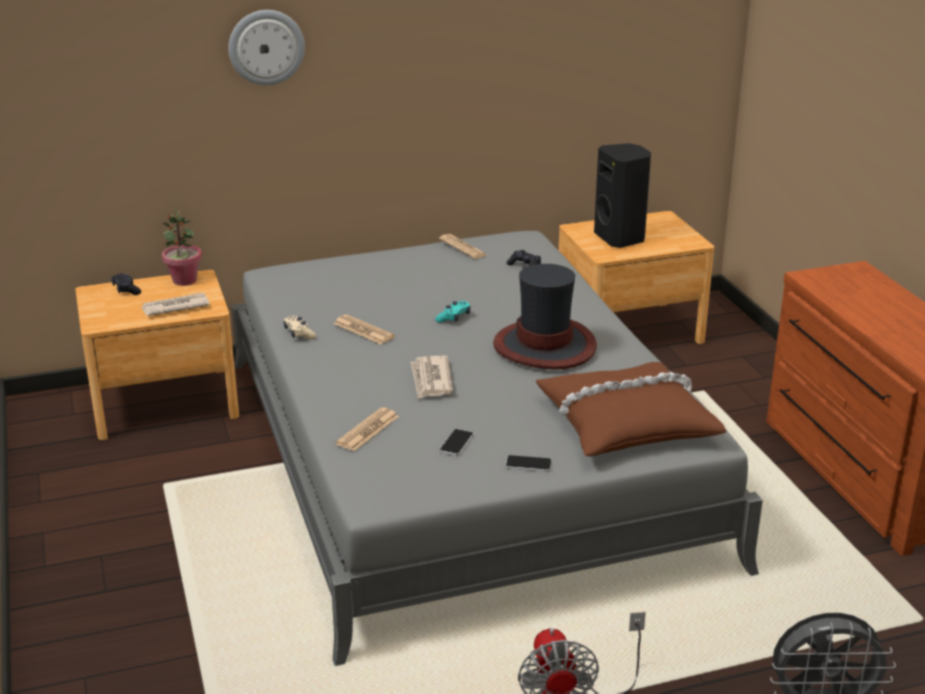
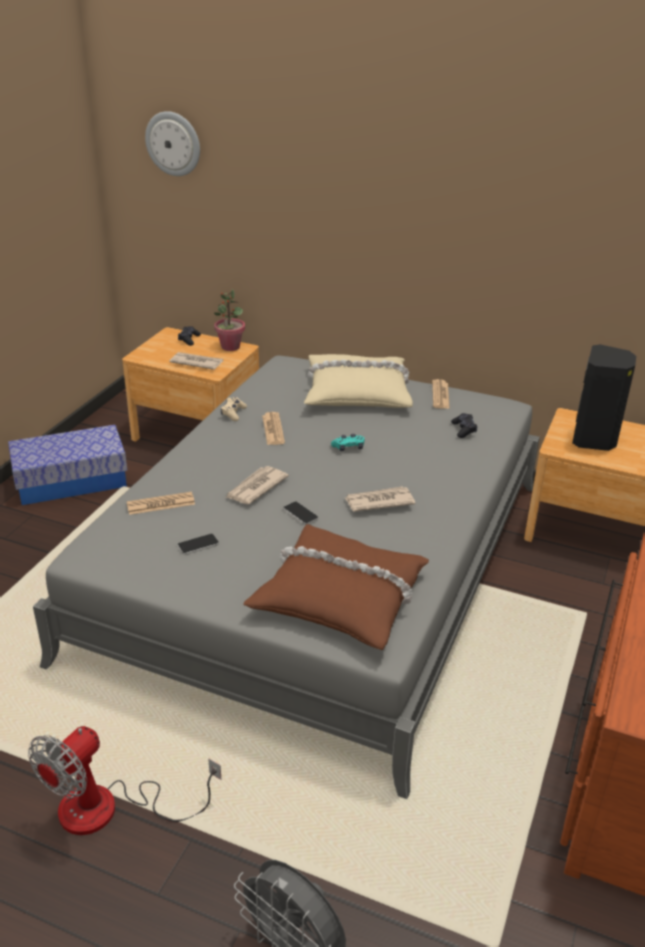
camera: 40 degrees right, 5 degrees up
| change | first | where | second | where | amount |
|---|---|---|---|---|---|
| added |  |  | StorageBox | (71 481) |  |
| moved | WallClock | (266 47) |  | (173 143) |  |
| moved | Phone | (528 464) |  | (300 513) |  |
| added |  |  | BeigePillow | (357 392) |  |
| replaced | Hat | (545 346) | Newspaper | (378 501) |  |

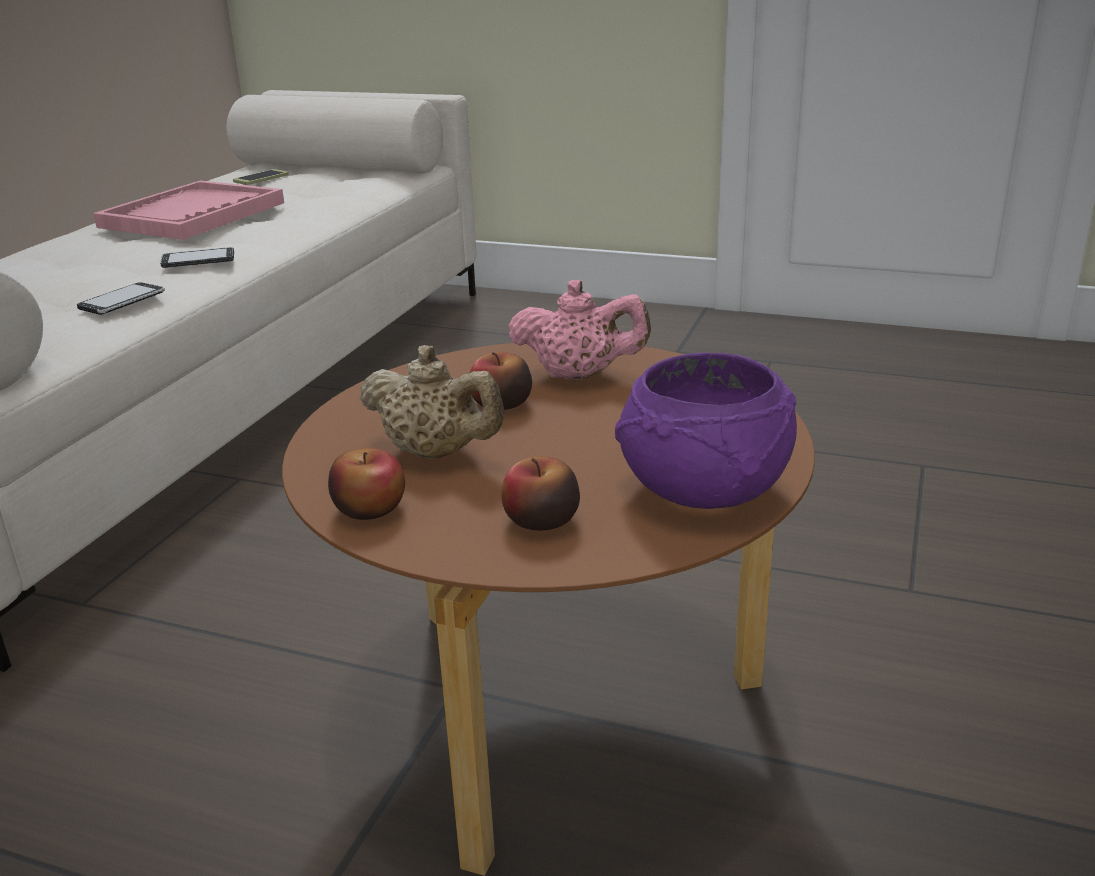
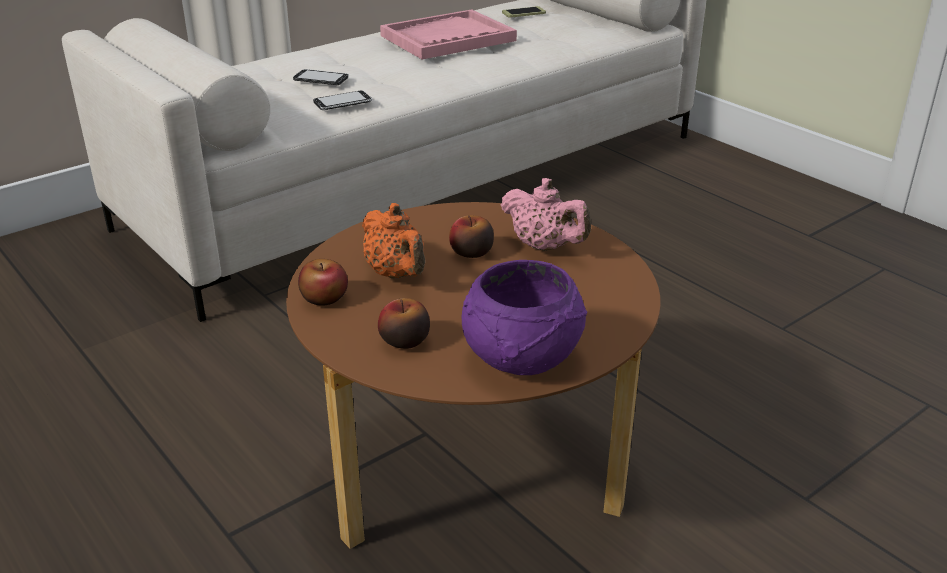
camera: 30 degrees right, 5 degrees up
| change | first | where | second | where | amount |
|---|---|---|---|---|---|
| moved | Phone | (198 260) |  | (321 79) |  |
| recoloured | BeigeTeapot | (436 453) | OrangeTeapot | (397 274) |  |

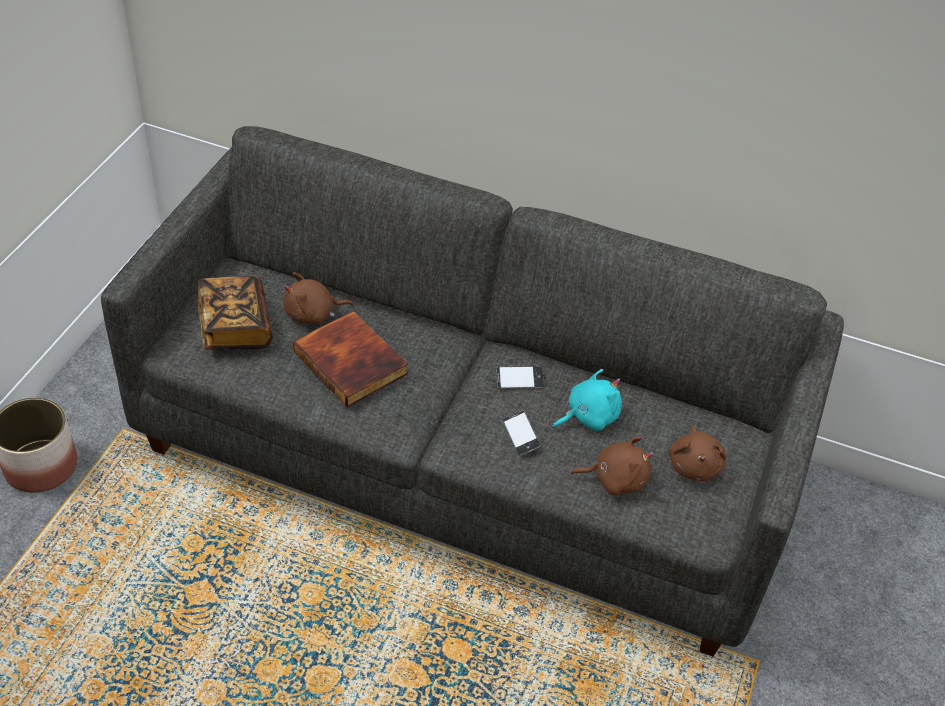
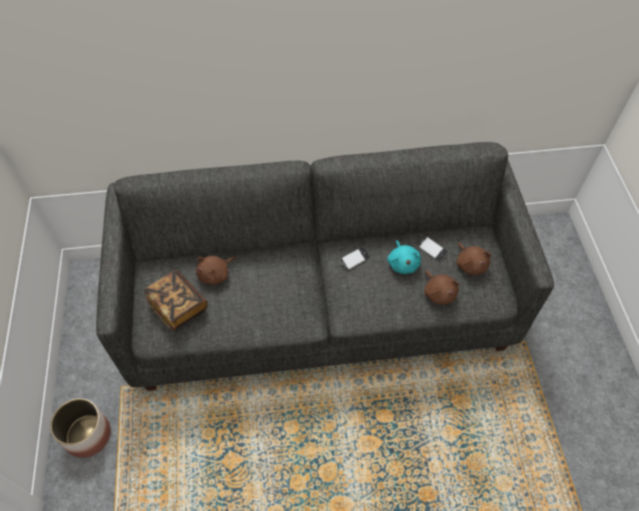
camera: 25 degrees left, 10 degrees up
| change | first | where | second | where | amount |
|---|---|---|---|---|---|
| turned | TurquoisePlushToy | (588 416) |  | (403 263) | 135 degrees clockwise |
| moved | Phone | (521 436) |  | (432 250) |  |
| turned | BrownPlushToy | (615 478) |  | (439 293) | 90 degrees clockwise |
| removed | Book | (352 362) |  |  |  |

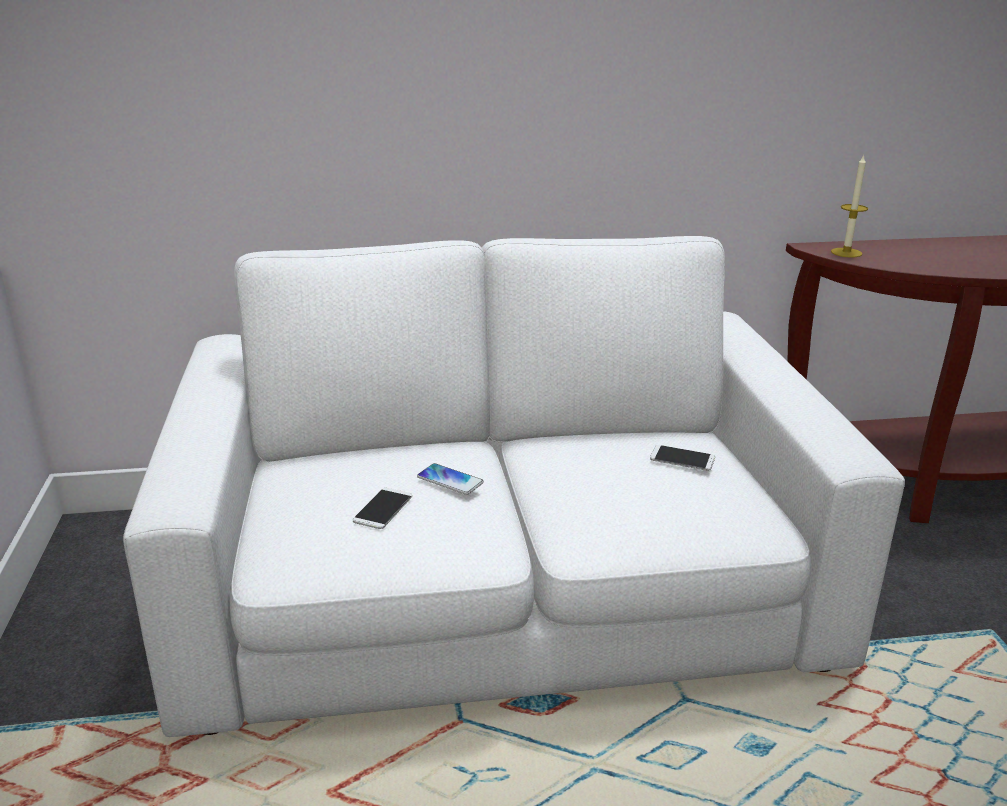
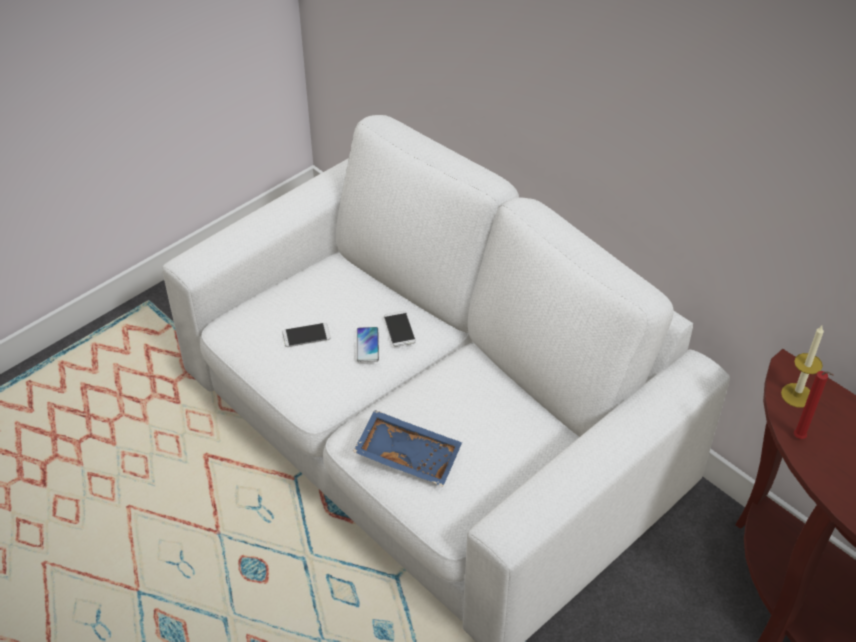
camera: 55 degrees right, 20 degrees up
| change | first | where | second | where | amount |
|---|---|---|---|---|---|
| added |  |  | BlueTray | (409 454) |  |
| moved | Phone | (682 459) |  | (399 329) |  |
| added |  |  | RedCandle | (800 439) |  |

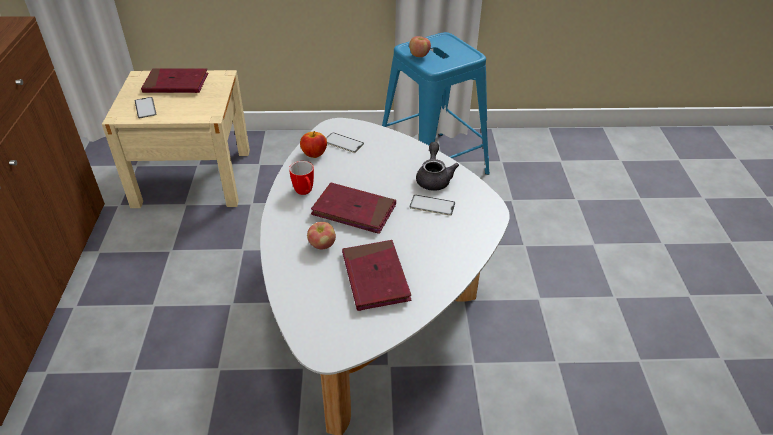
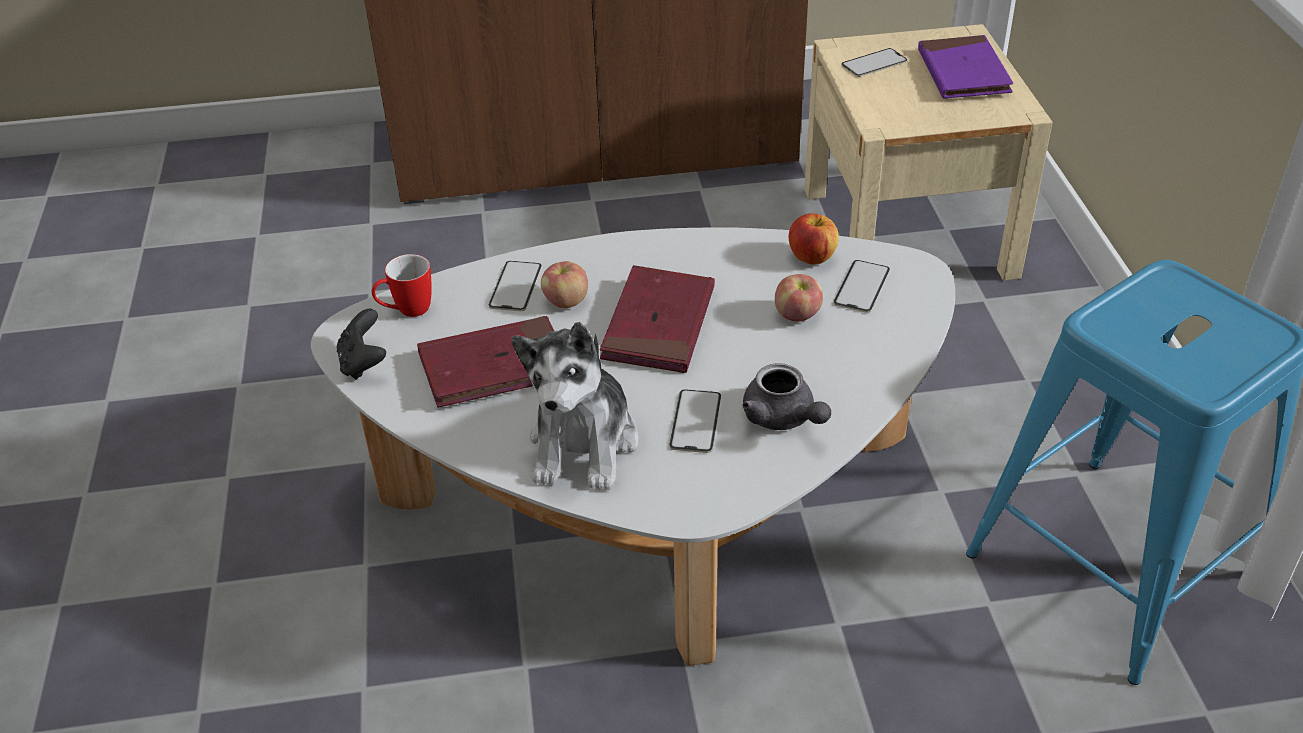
camera: 85 degrees right, 0 degrees up
| change | first | where | second | where | amount |
|---|---|---|---|---|---|
| added |  |  | BlackGameController | (364 363) |  |
| moved | Mug | (305 193) |  | (406 311) |  |
| added |  |  | Phone | (515 286) |  |
| added |  |  | PlushToy | (584 444) |  |
| turned | GreyTeapot | (434 178) |  | (783 418) | 60 degrees clockwise |
| moved | Apple | (419 55) |  | (797 315) |  |
| recoloured | RedBook | (176 84) | PurpleBook | (963 73) |  |

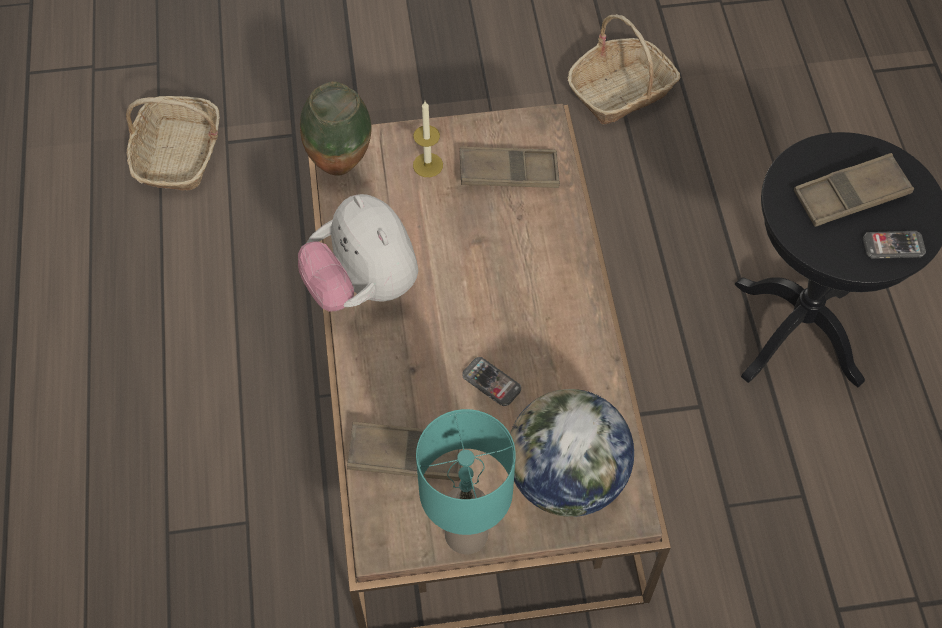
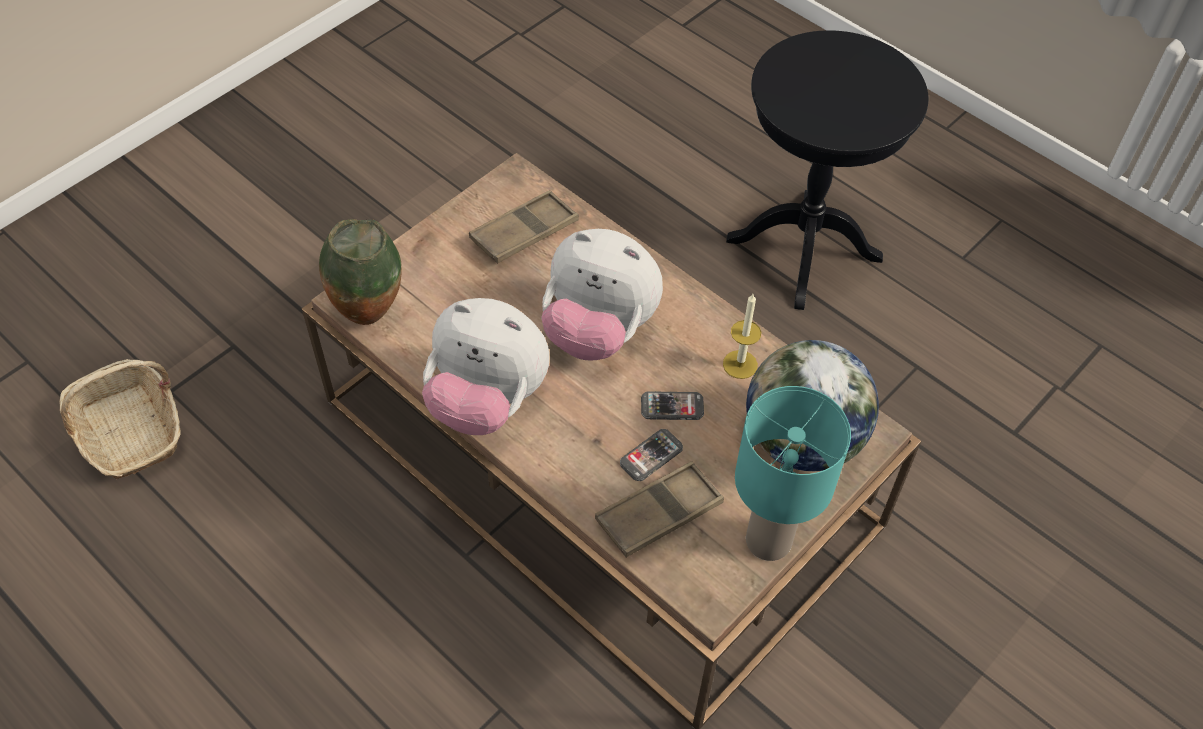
camera: 40 degrees left, 5 degrees down
| change | first | where | second | where | amount |
|---|---|---|---|---|---|
| added |  |  | PlushToy | (598 330) |  |
| moved | Phone | (893 246) |  | (651 456) |  |
| moved | Candle | (428 165) |  | (740 364) |  |
| removed | Basket | (621 92) |  |  |  |
| removed | BrownTray | (850 195) |  |  |  |

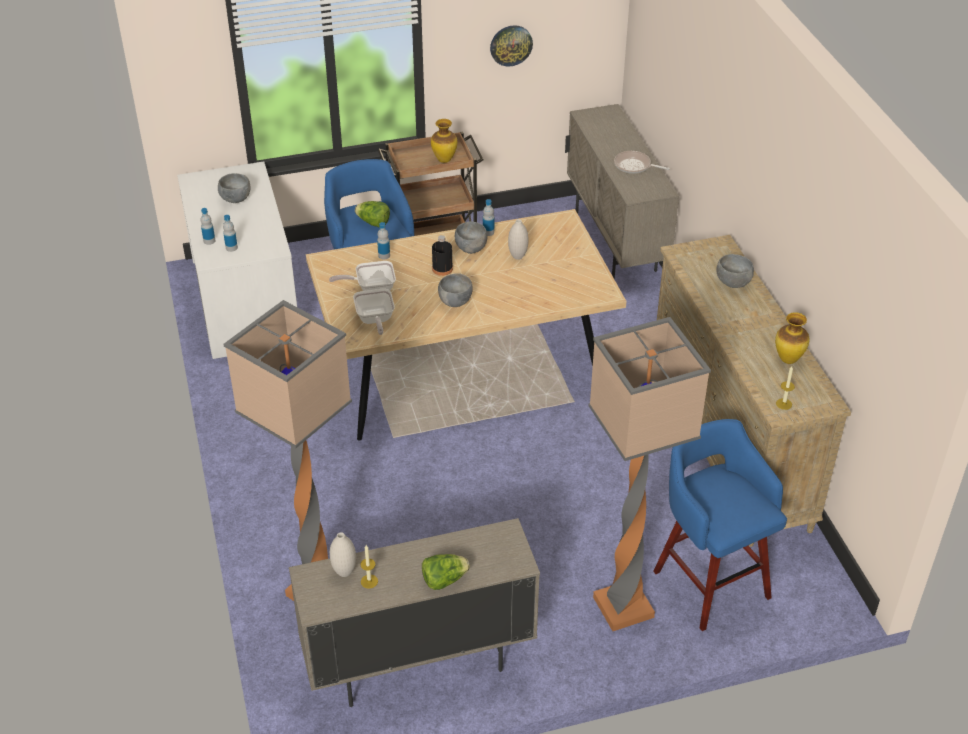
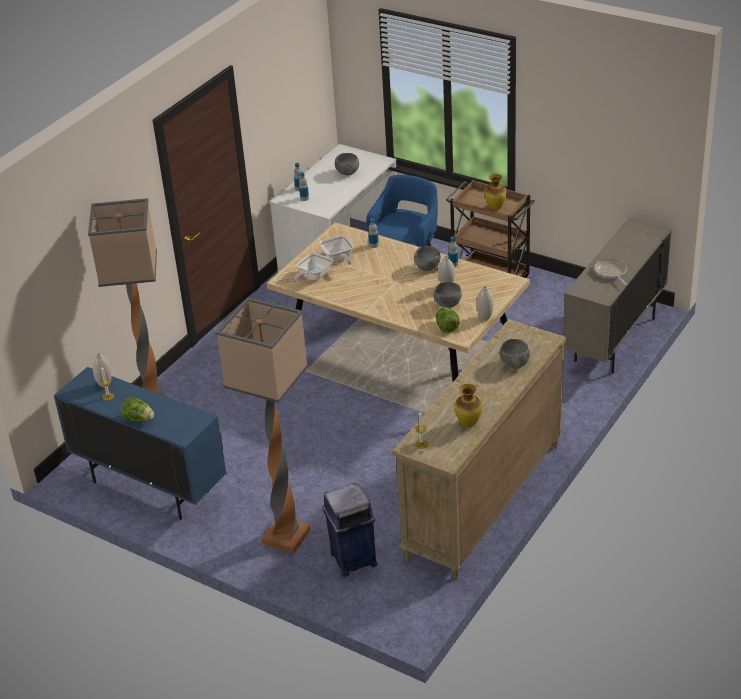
camera: 50 degrees right, 5 degrees down
| change | first | where | second | where | amount |
|---|---|---|---|---|---|
| recoloured | BeigeCabinet | (418 664) | BlueCabinet | (150 487) |  |
| turned | FryingPan | (371 288) |  | (338 259) | 150 degrees counterclockwise |
| replaced | BlueStool | (709 581) | BlueTrashCan | (352 559) |  |
| moved | GreyBowl | (455 302) |  | (447 304) |  |
| moved | Lettuce | (373 223) |  | (446 327) |  |
| added |  |  | WhiteVase | (485 317) |  |
| removed | BlackBottle | (442 269) |  |  |  |
| removed | WallClock | (511 45) |  |  |  |

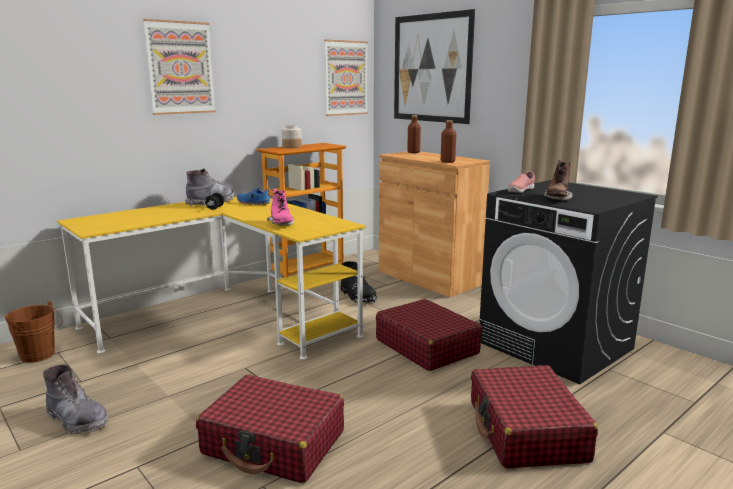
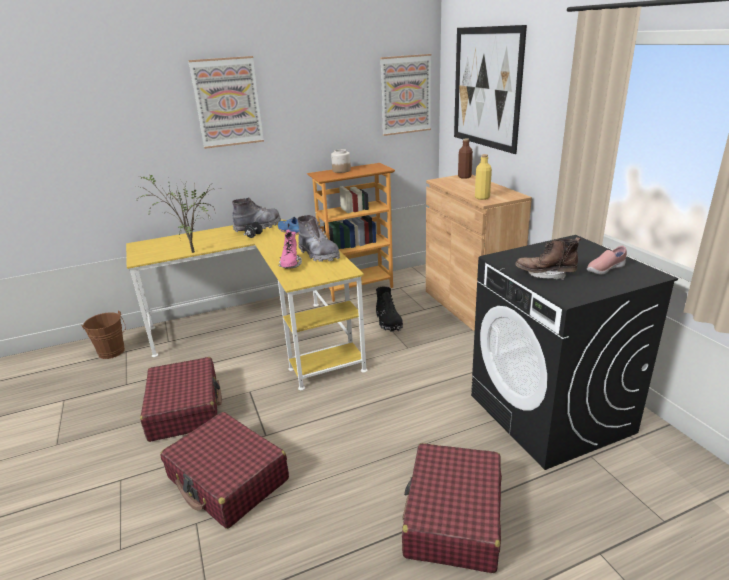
camera: 20 degrees right, 10 degrees up
| change | first | where | second | where | amount |
|---|---|---|---|---|---|
| added |  |  | PottedPlant | (190 253) |  |
| moved | RedSuitcase | (426 346) |  | (185 408) |  |
| moved | GreyBoot | (77 420) |  | (318 254) |  |
| recoloured | BrownBottle | (447 162) | YellowBottle | (482 198) |  |
| turned | BrownBoot | (557 199) |  | (545 274) | 60 degrees clockwise |
| moved | PinkShoe | (520 191) |  | (604 270) |  |

